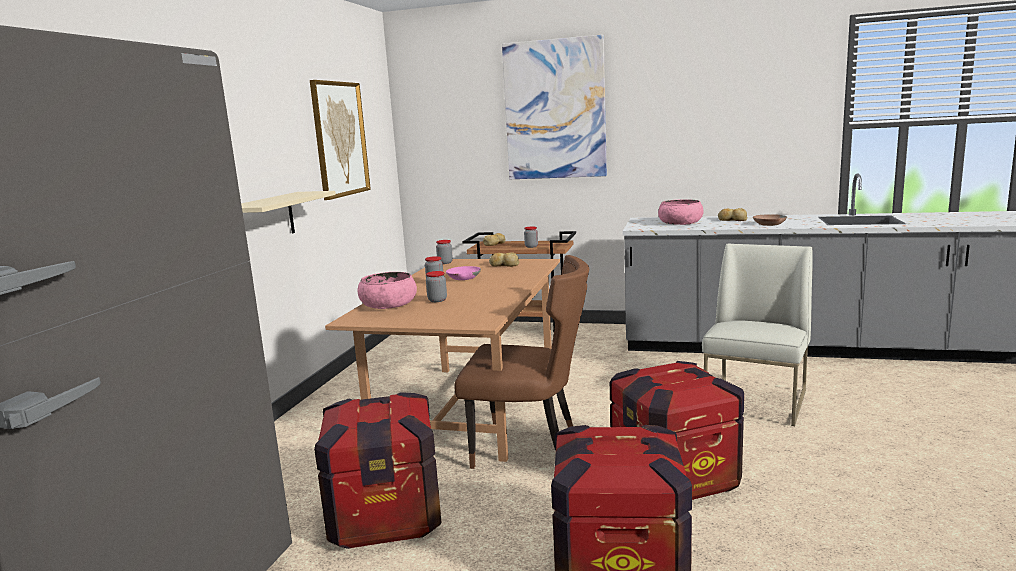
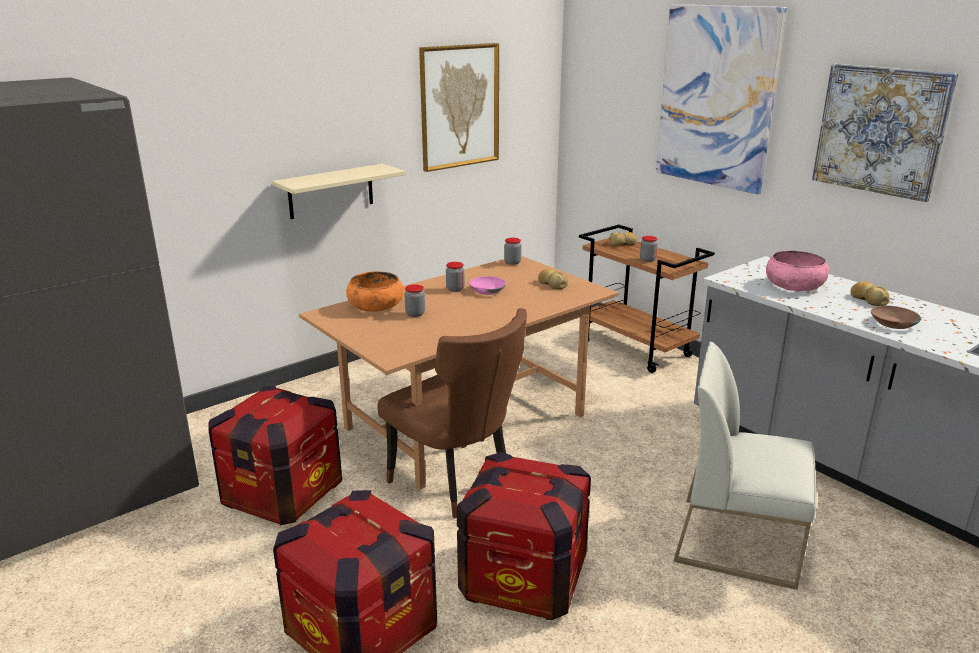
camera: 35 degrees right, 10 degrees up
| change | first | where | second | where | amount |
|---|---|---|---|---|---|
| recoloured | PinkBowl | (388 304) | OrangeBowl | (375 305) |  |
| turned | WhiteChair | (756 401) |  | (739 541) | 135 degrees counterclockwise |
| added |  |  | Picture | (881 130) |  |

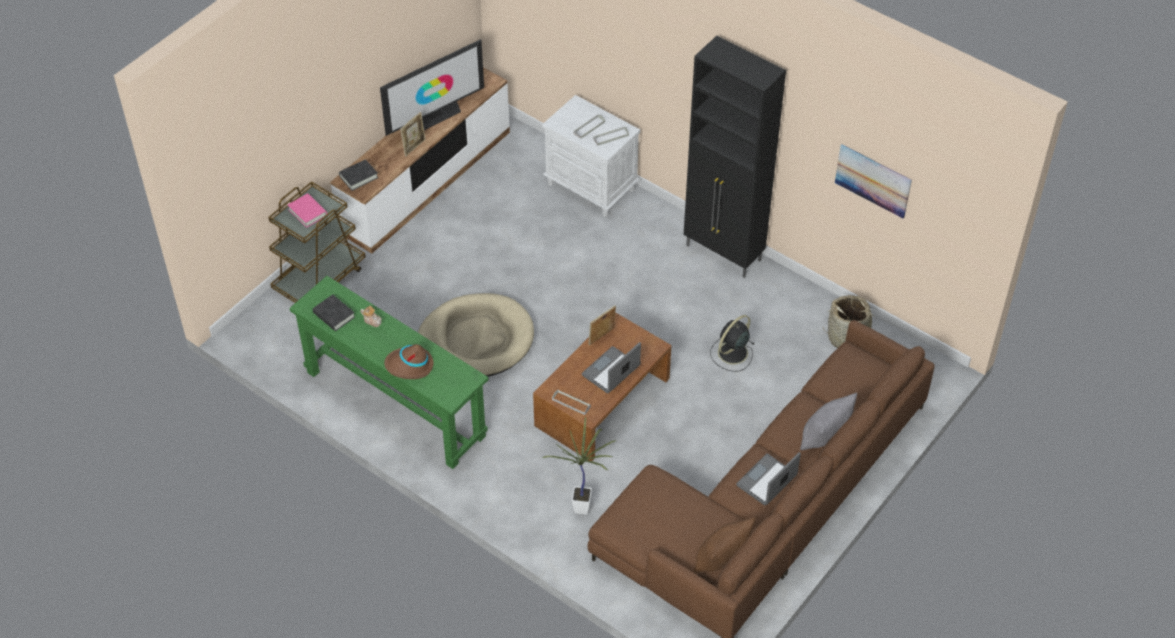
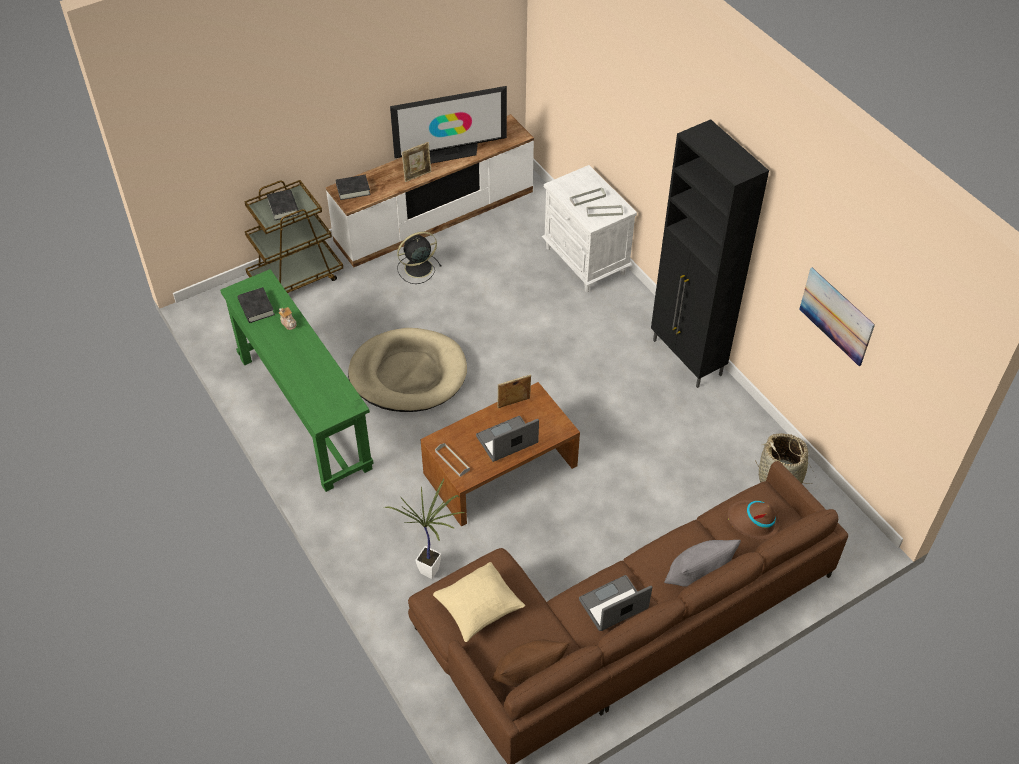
camera: 20 degrees right, 0 degrees up
| change | first | where | second | where | amount |
|---|---|---|---|---|---|
| recoloured | PinkBook | (307 212) | BlackBook | (283 207) |  |
| moved | BlackFan | (731 353) |  | (417 268) |  |
| added |  |  | BeigePillow | (478 609) |  |
| moved | BrownHat | (409 365) |  | (753 522) |  |

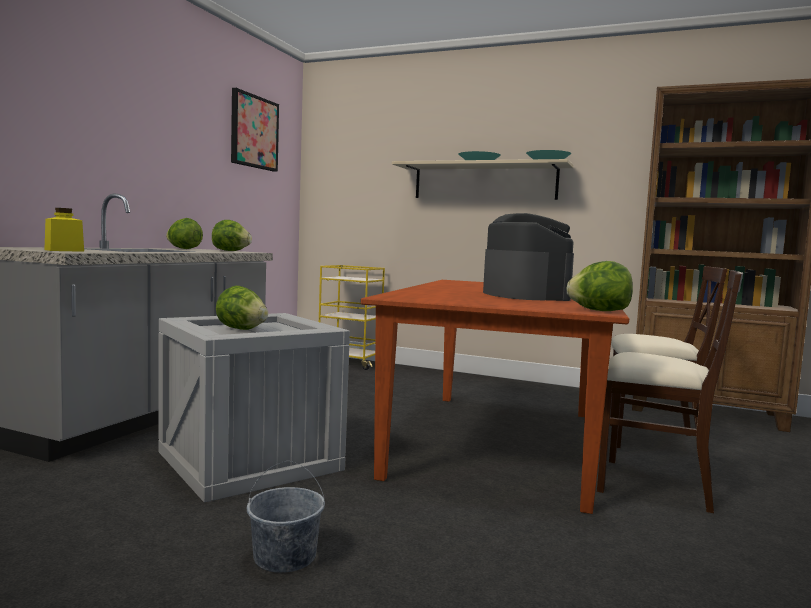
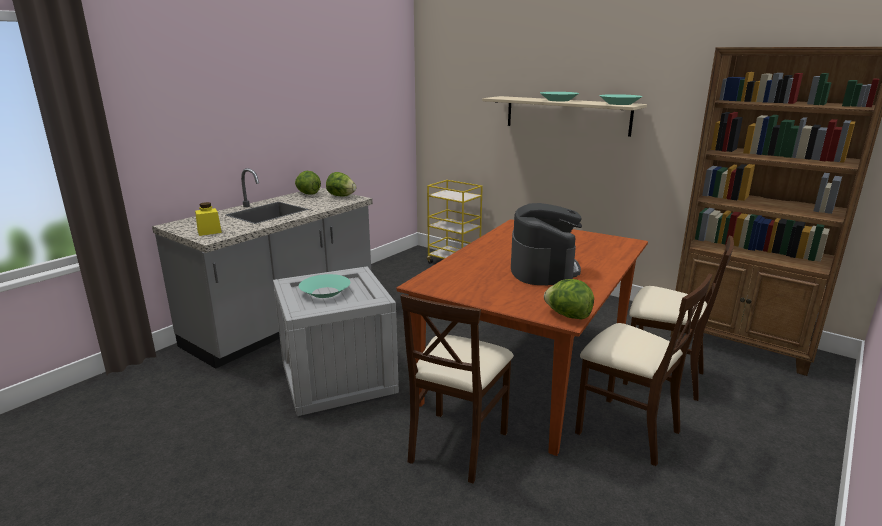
camera: 15 degrees right, 15 degrees up
| change | first | where | second | where | amount |
|---|---|---|---|---|---|
| replaced | Lettuce | (241 329) | TurquoiseBowl | (325 292) |  |
| added |  |  | BeigeChair | (457 444) |  |
| removed | Picture | (254 132) |  |  |  |
| removed | GreyBucket | (284 556) |  |  |  |

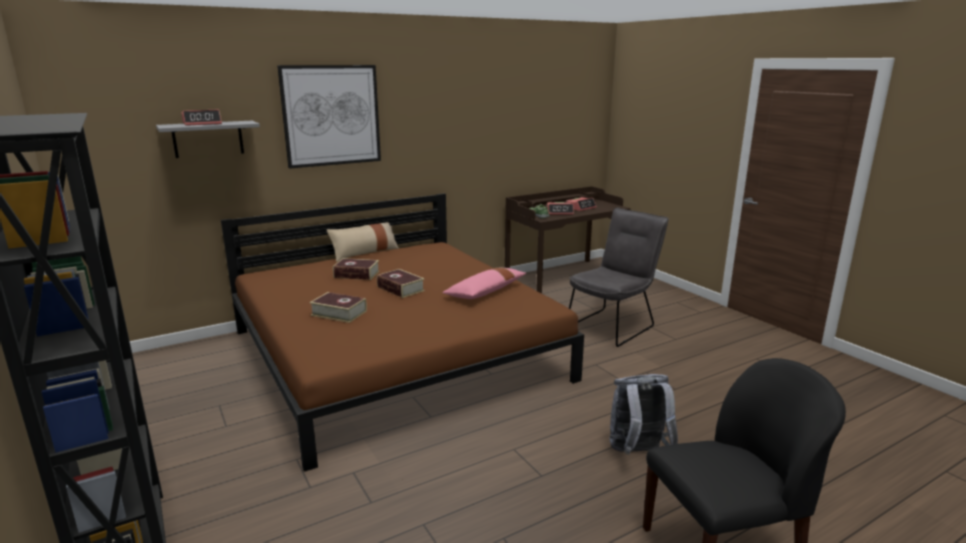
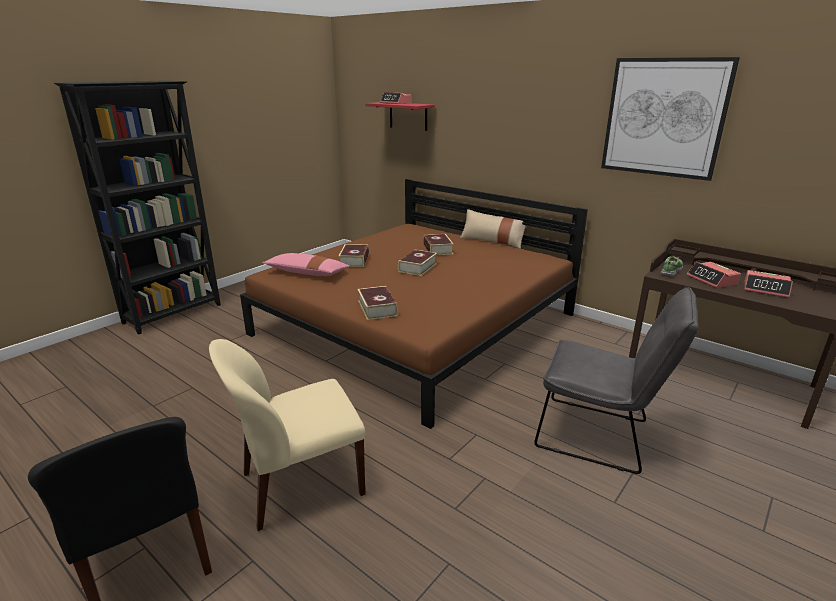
camera: 70 degrees right, 5 degrees up
| change | first | where | second | where | amount |
|---|---|---|---|---|---|
| replaced | GreyBackpack | (637 453) | BeigeChair | (299 484) |  |
| moved | PinkPillow | (485 292) |  | (307 273) |  |
| added |  |  | Book | (377 308) |  |
| recoloured | GreyShelf | (208 139) | RedShelf | (408 116) |  |
| moved | Picture | (331 115) |  | (664 118) |  |

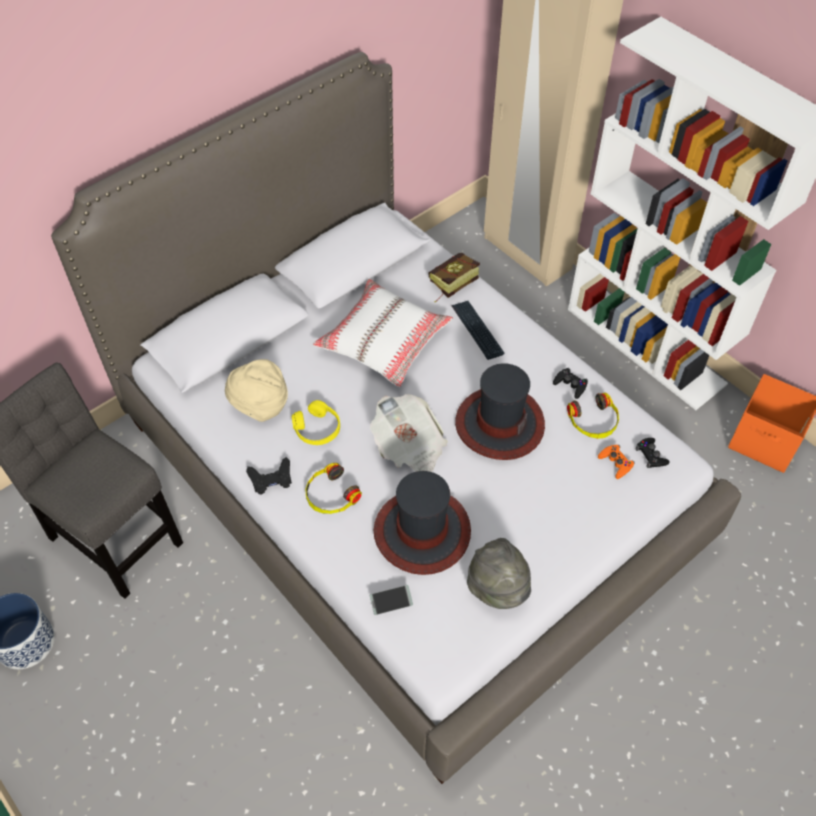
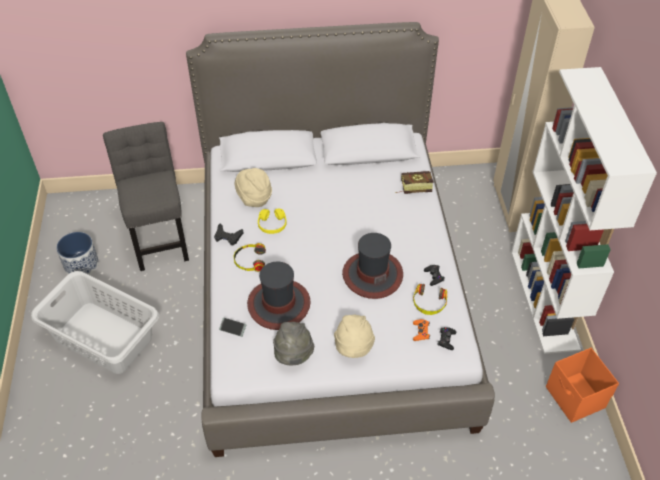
camera: 35 degrees right, 5 degrees down
| change | first | where | second | where | amount |
|---|---|---|---|---|---|
| added |  |  | GreyLaundryBasket | (103 337) |  |
| added |  |  | BeigeHat | (353 348) |  |
| removed | WhitePillow | (384 341) |  |  |  |
| removed | Newspaper | (409 447) |  |  |  |
| removed | Keyboard | (477 330) |  |  |  |

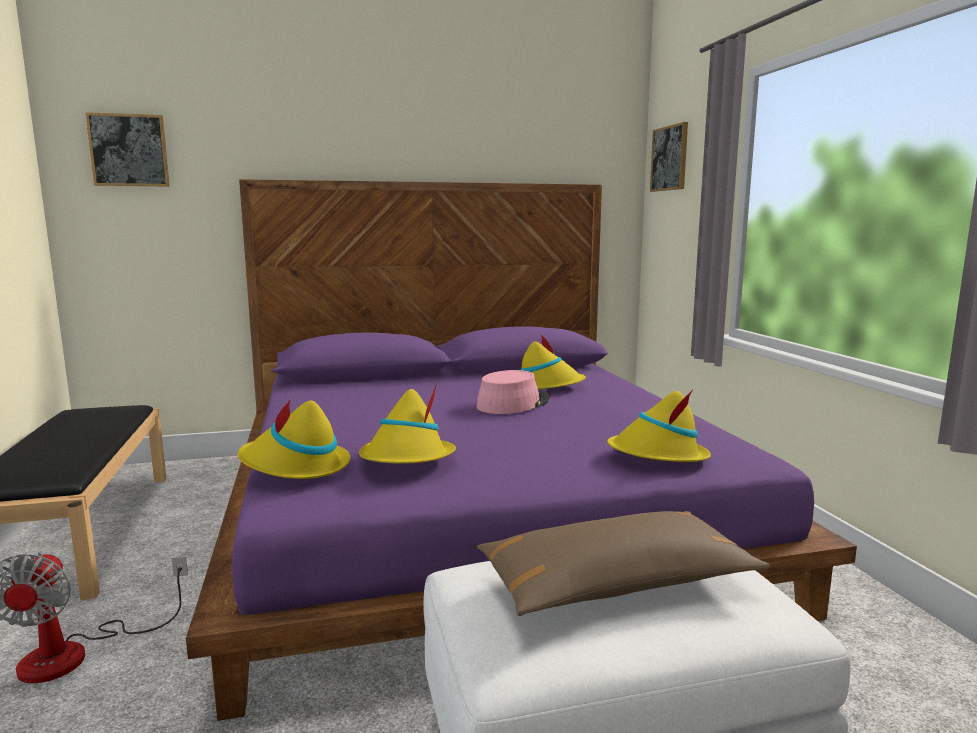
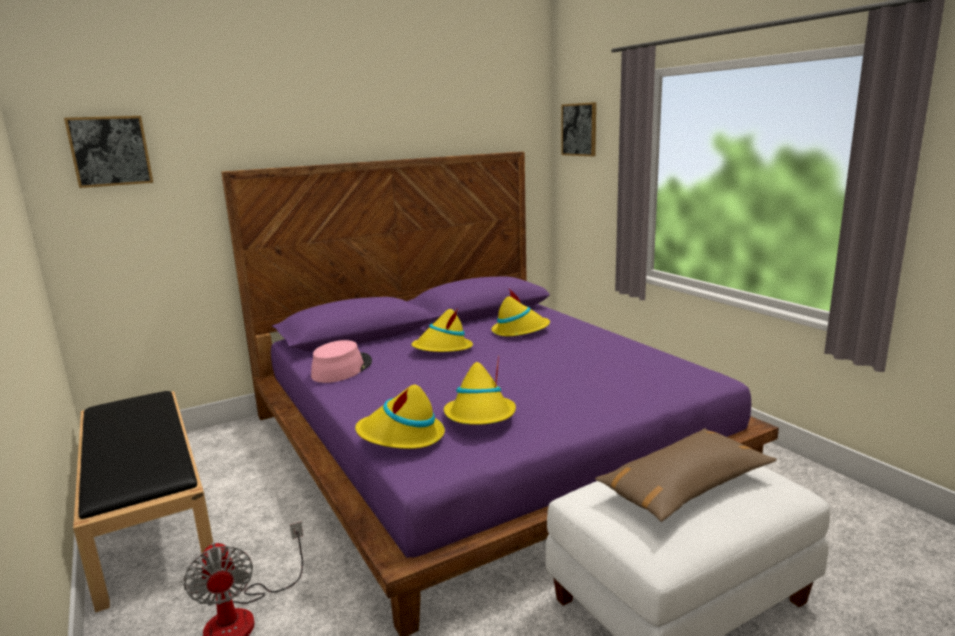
camera: 15 degrees left, 5 degrees up
| change | first | where | second | where | amount |
|---|---|---|---|---|---|
| moved | PinkHat | (513 403) |  | (341 369) |  |
| moved | YellowHat | (657 456) |  | (442 349) |  |

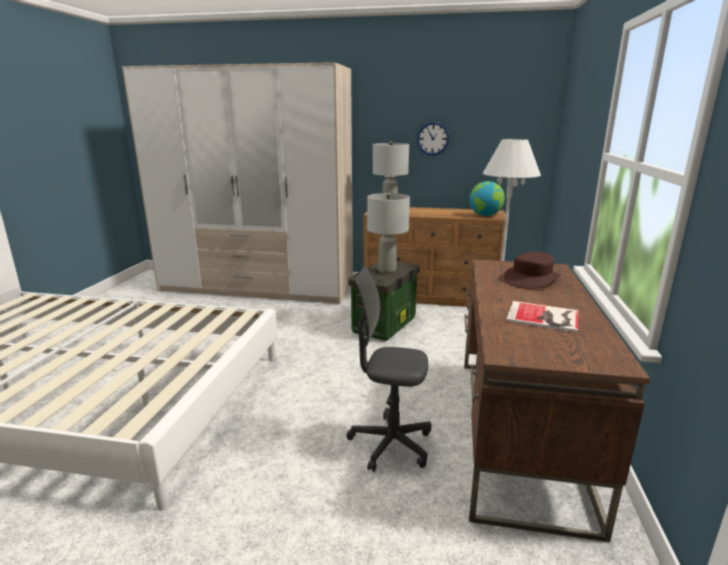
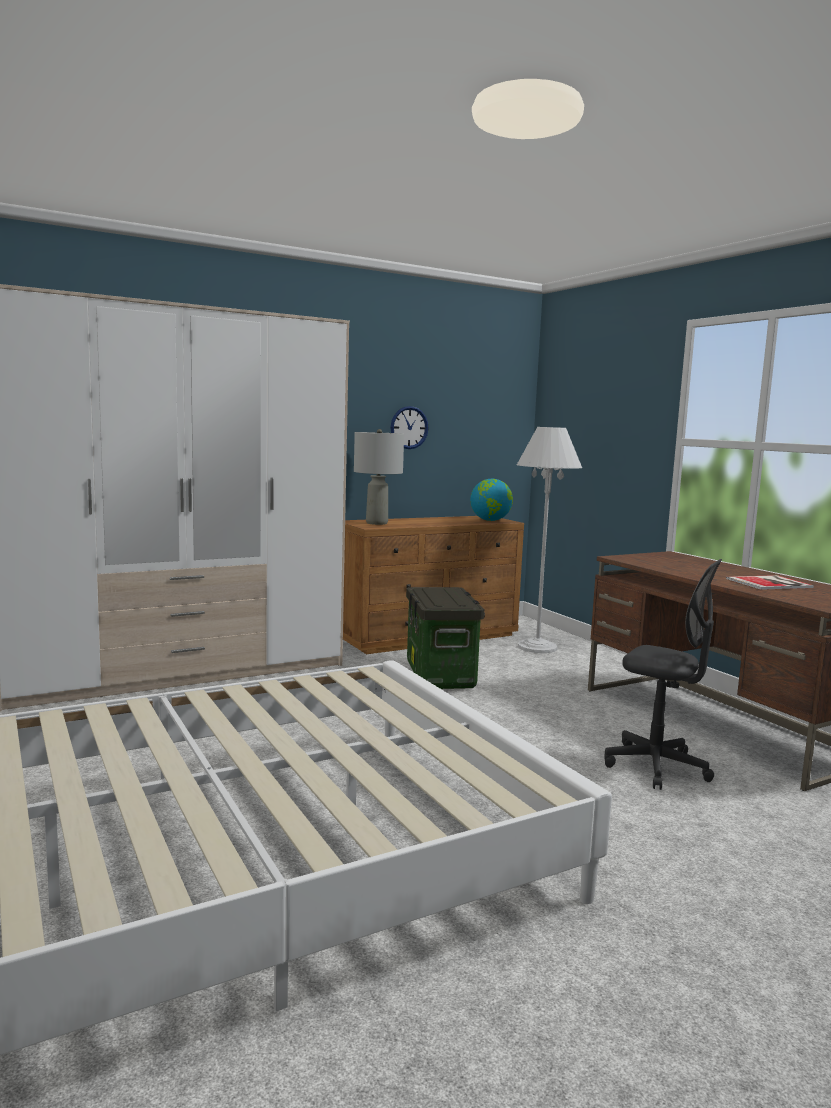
camera: 40 degrees left, 10 degrees down
| change | first | where | second | where | amount |
|---|---|---|---|---|---|
| turned | GreyOfficeChair | (390 444) |  | (656 767) | 120 degrees counterclockwise |
| removed | GreyTableLamp | (386 271) |  |  |  |
| removed | BrownHat | (531 279) |  |  |  |

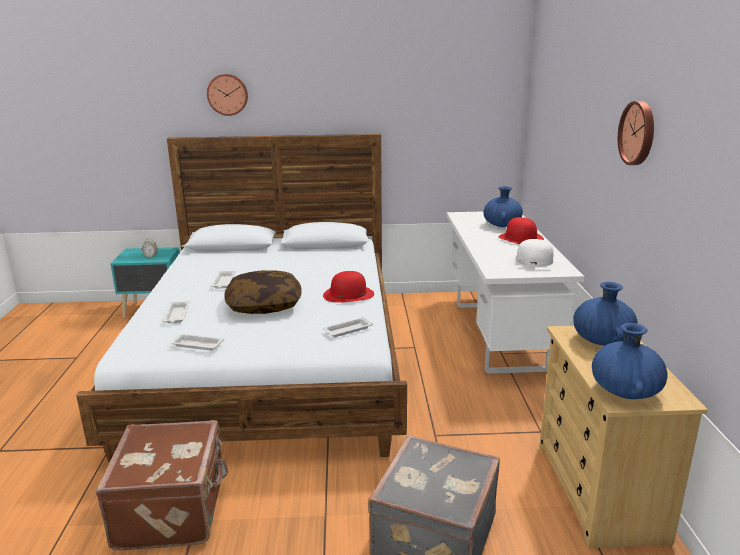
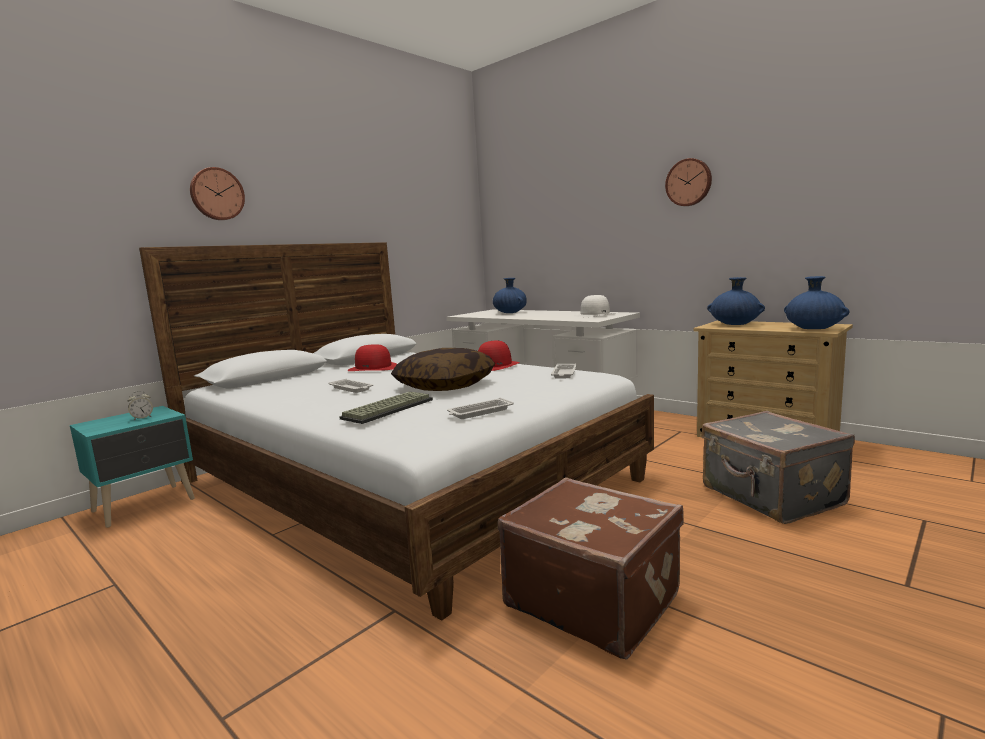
camera: 45 degrees left, 10 degrees down
| change | first | where | second | where | amount |
|---|---|---|---|---|---|
| replaced | WhiteTray | (177 315) | Keyboard | (388 408) |  |
| moved | RedHat | (521 238) |  | (374 368) |  |

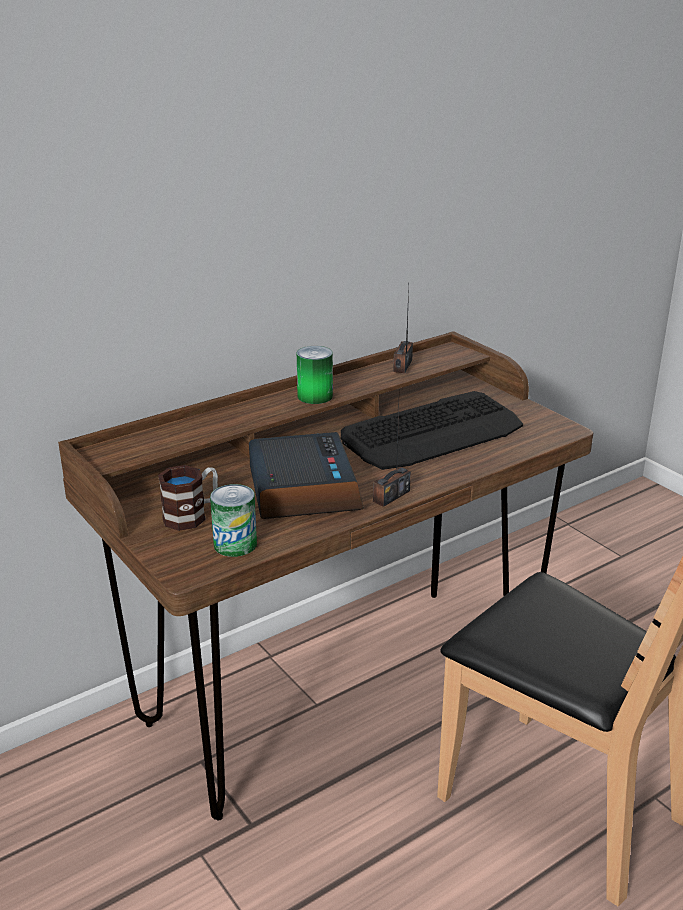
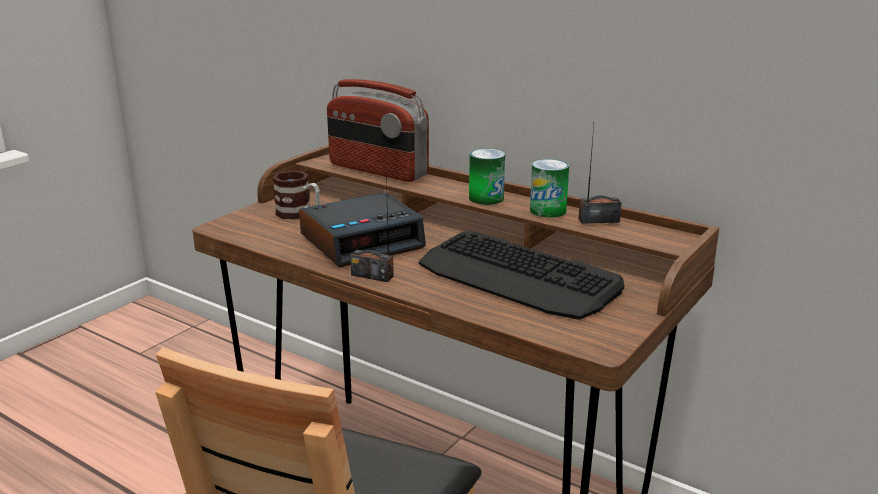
camera: 70 degrees right, 5 degrees down
| change | first | where | second | where | amount |
|---|---|---|---|---|---|
| added |  |  | Radio | (377 170) |  |
| moved | Can | (235 544) |  | (548 210) |  |

